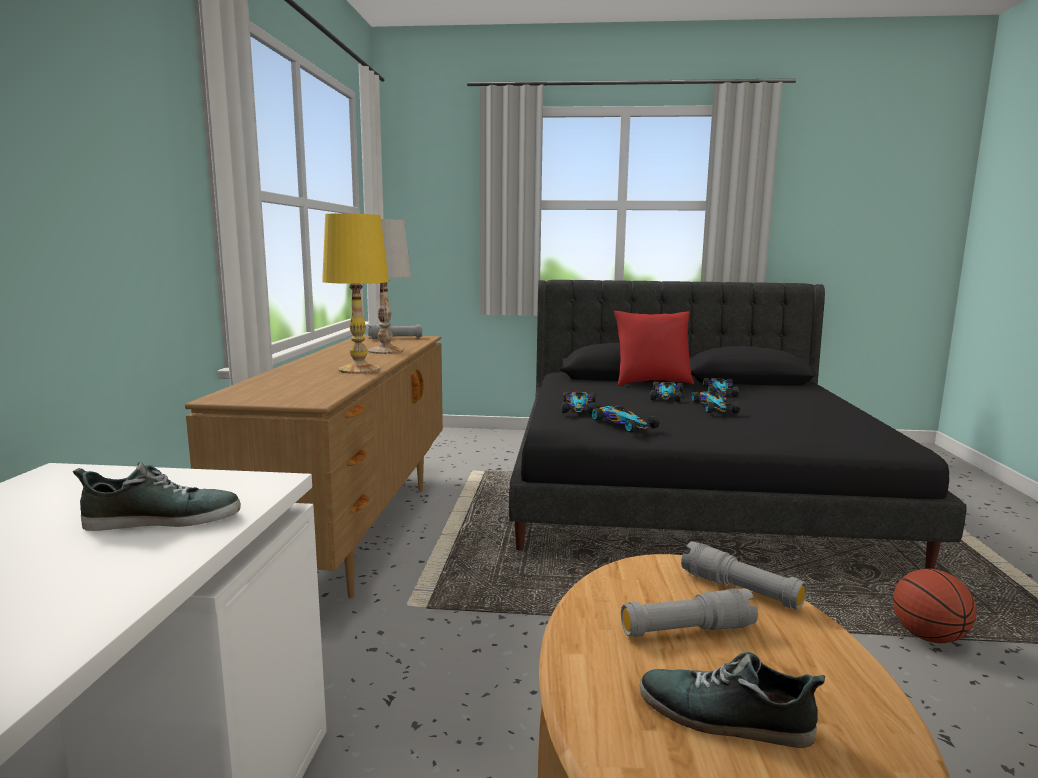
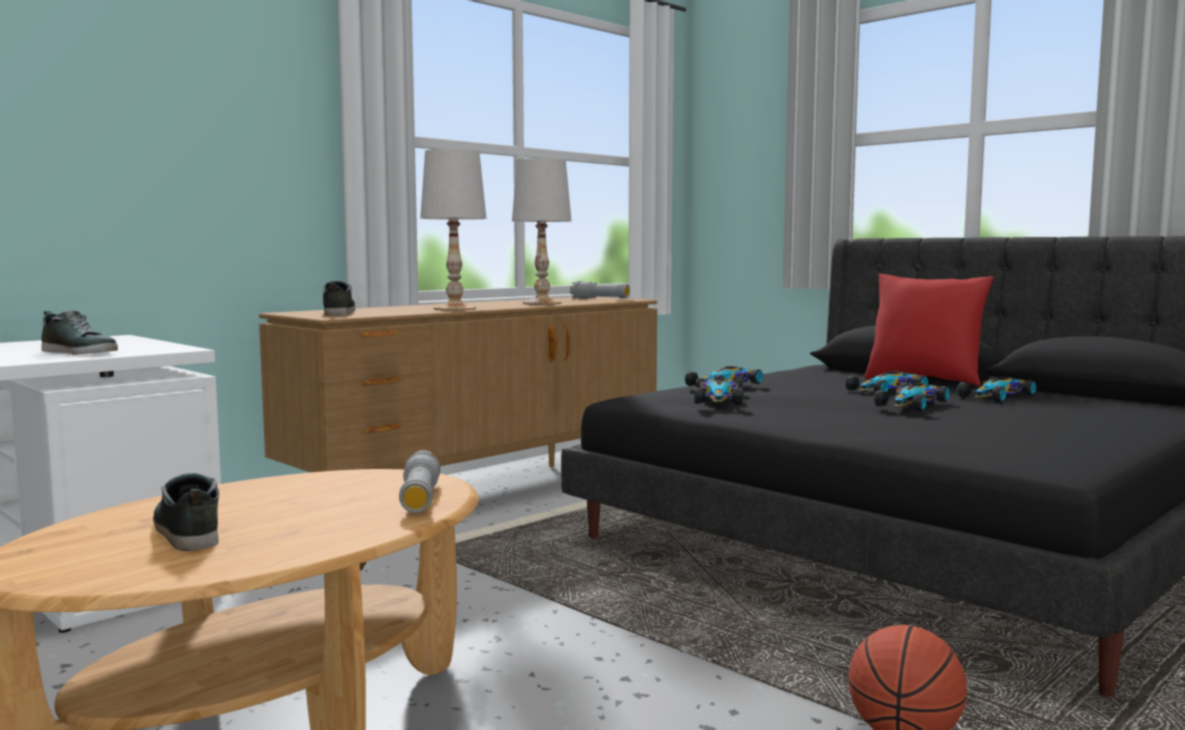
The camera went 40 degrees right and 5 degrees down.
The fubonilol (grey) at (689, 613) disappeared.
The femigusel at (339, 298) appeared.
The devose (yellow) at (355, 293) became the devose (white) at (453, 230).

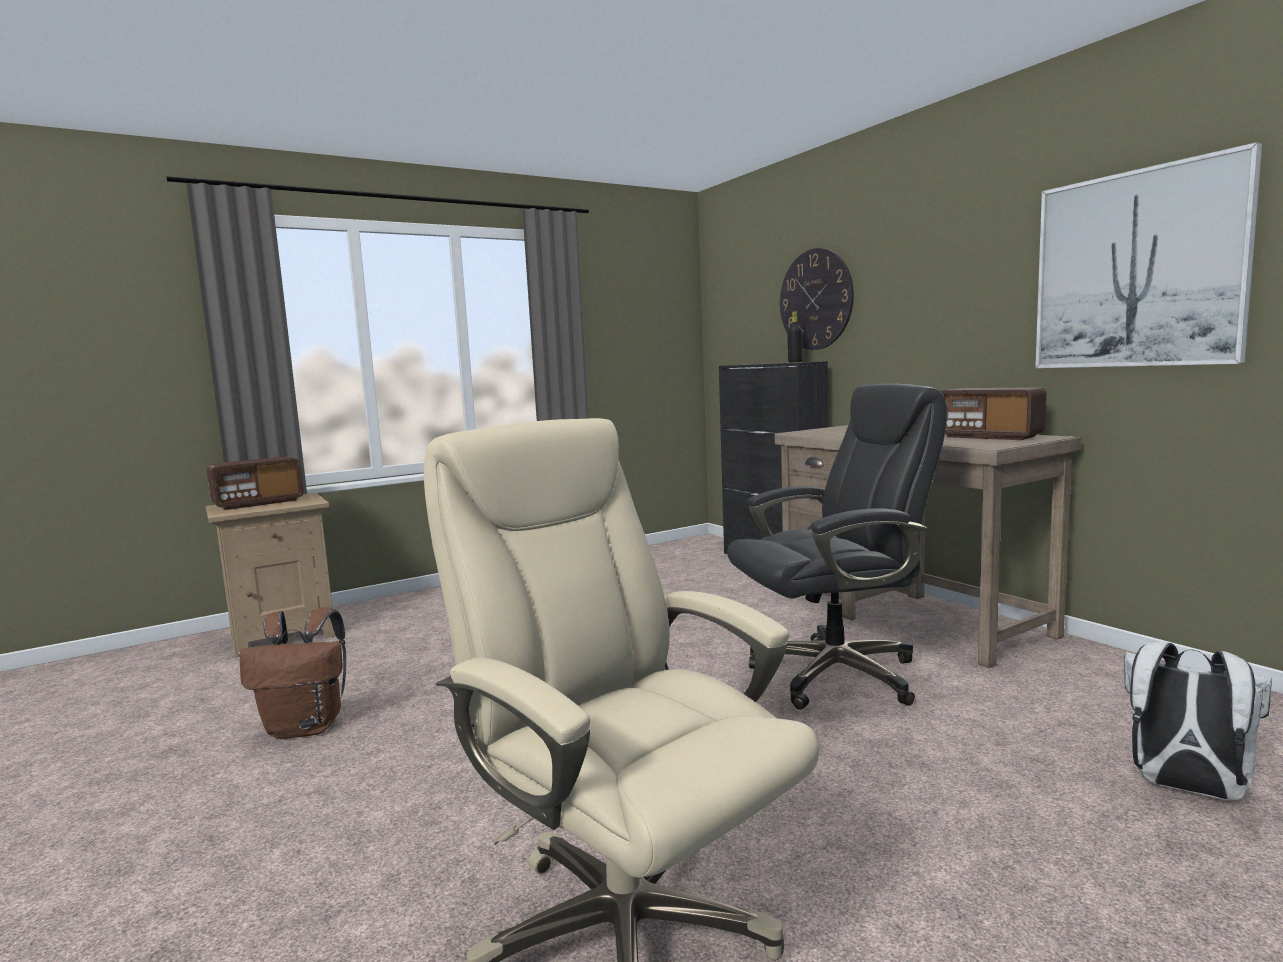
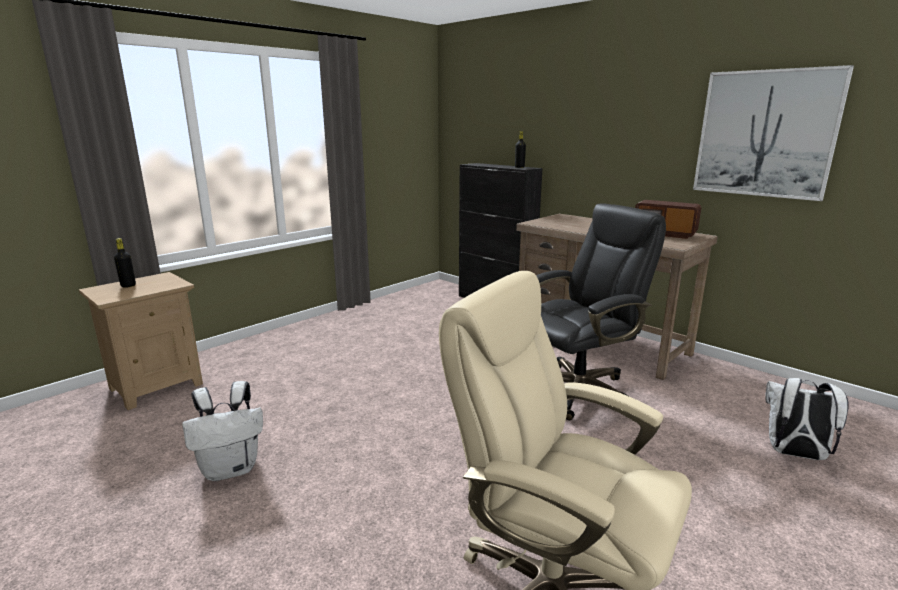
The camera went 15 degrees left and 10 degrees up.
The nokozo at (817, 299) disappeared.
The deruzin at (255, 483) was replaced by the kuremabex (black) at (125, 263).
The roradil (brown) at (292, 673) became the roradil (white) at (222, 431).

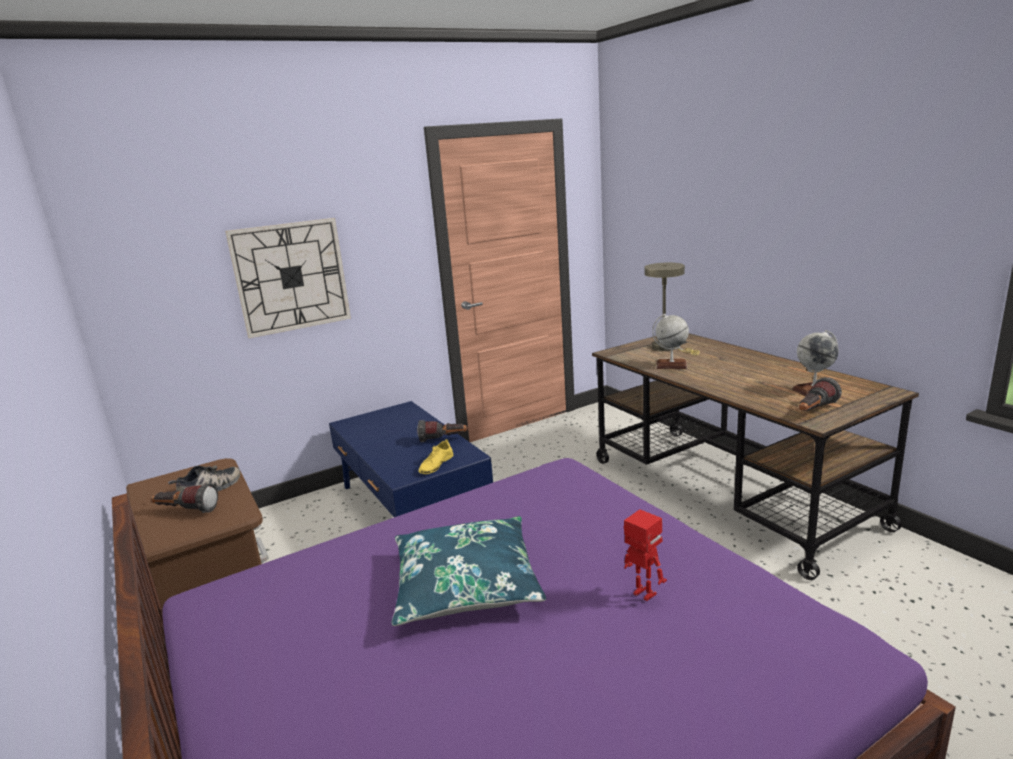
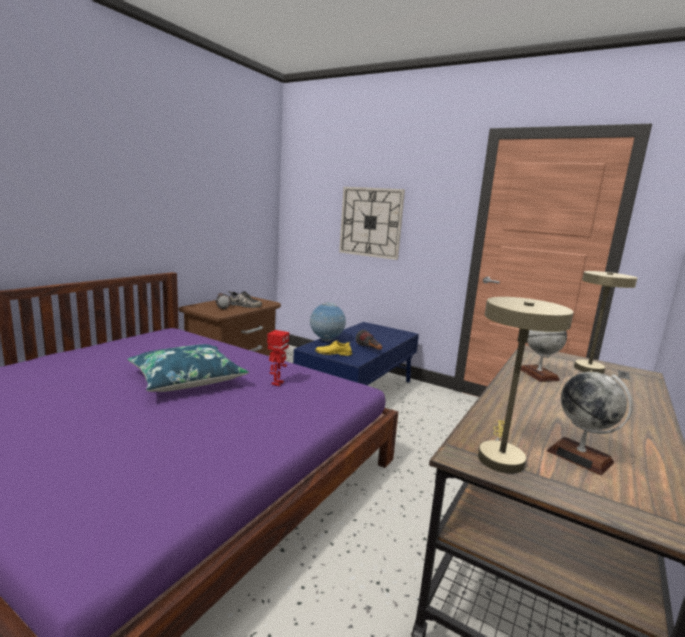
The camera went 60 degrees right and 5 degrees down.
The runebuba at (328, 321) appeared.
The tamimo moved from (645, 555) to (278, 358).
The fubonilol at (820, 394) was replaced by the devose (beige) at (526, 385).

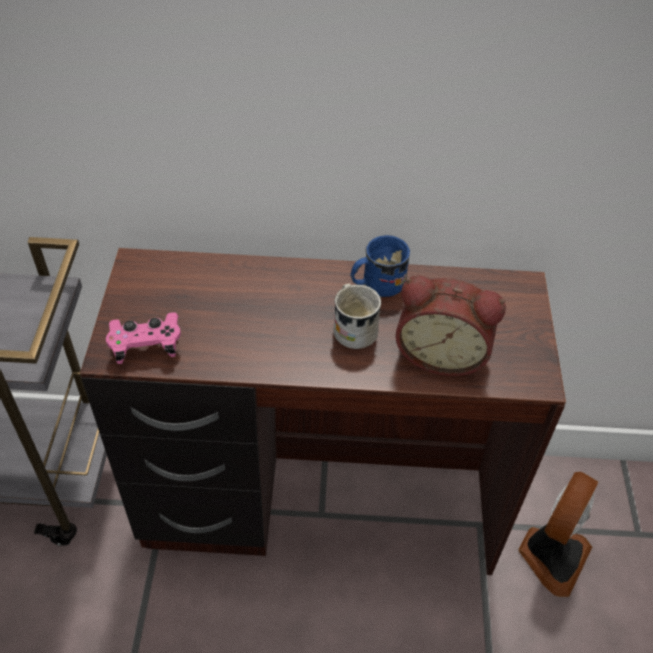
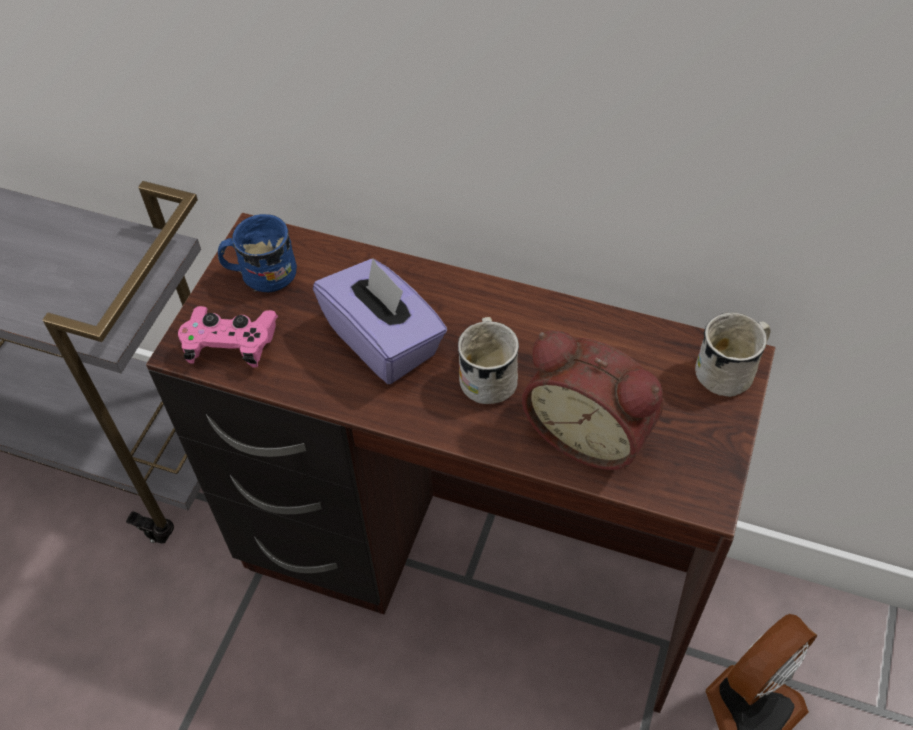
The camera went 20 degrees right and 5 degrees up.
The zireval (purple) at (380, 321) appeared.
The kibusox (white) at (733, 355) appeared.
The kibusox (blue) moved from (380, 266) to (257, 253).

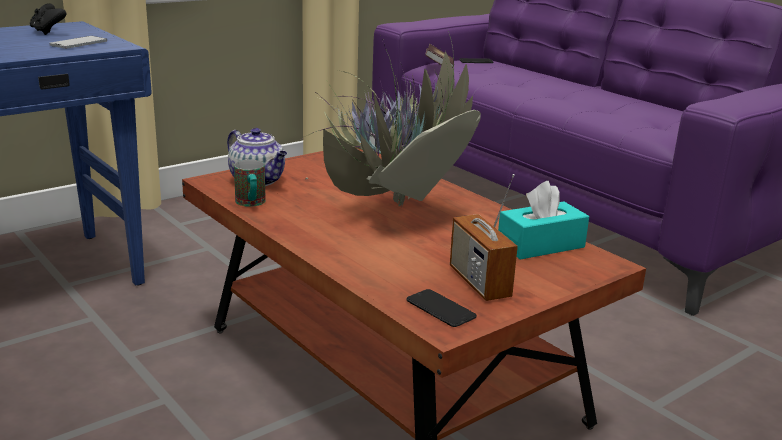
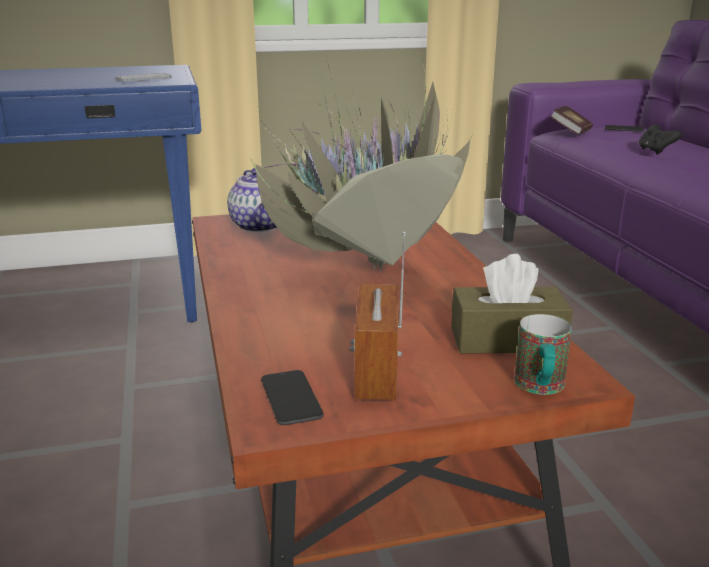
The camera went 25 degrees right and 0 degrees up.
The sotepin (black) moved from (48, 19) to (660, 139).
The kibusox moved from (250, 183) to (543, 354).
The zireval (turquoise) at (543, 220) became the zireval (brown) at (512, 304).

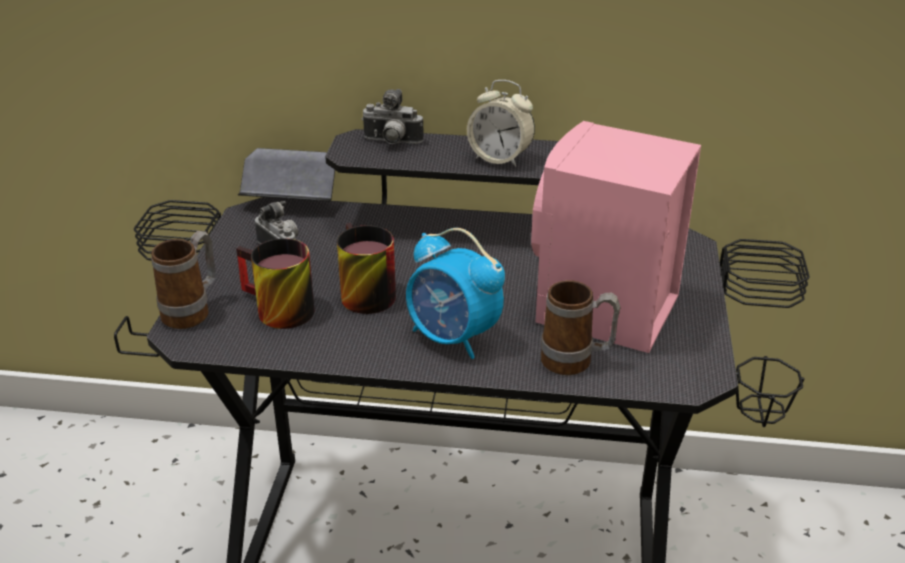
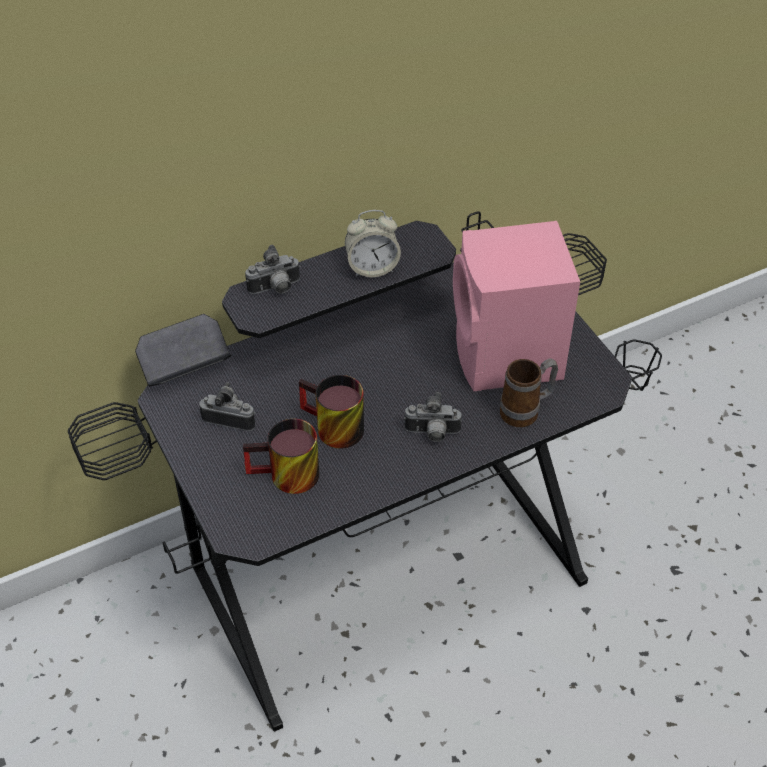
The camera went 35 degrees left and 15 degrees up.
The kibusox at (183, 280) disappeared.
The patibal at (455, 293) was replaced by the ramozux at (433, 417).

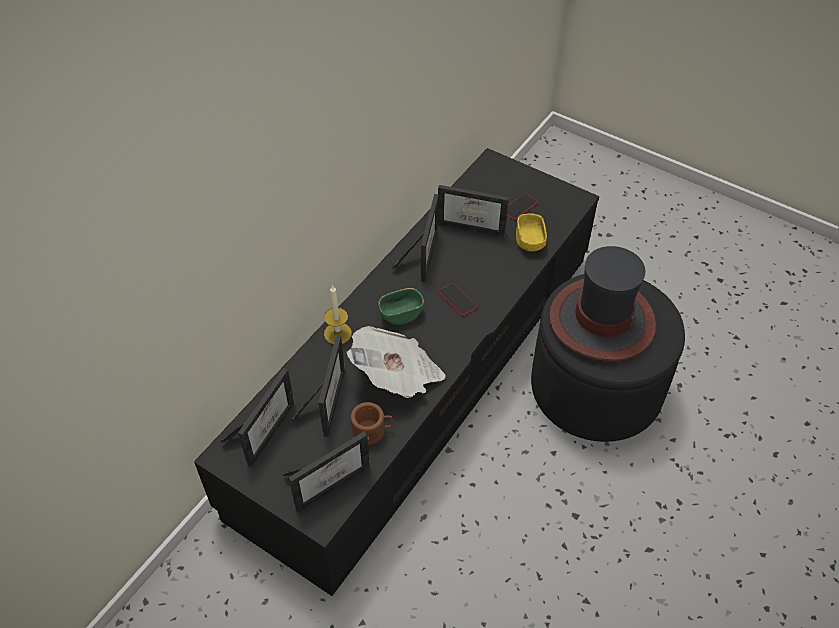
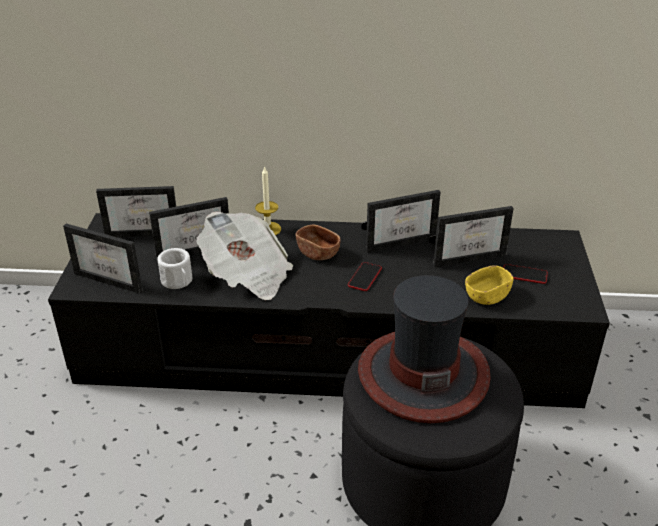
The camera went 60 degrees right and 15 degrees down.
The kibusox (brown) at (372, 423) became the kibusox (white) at (174, 268).
The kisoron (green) at (401, 306) became the kisoron (brown) at (318, 242).
The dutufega at (473, 211) turned 90 degrees counterclockwise.

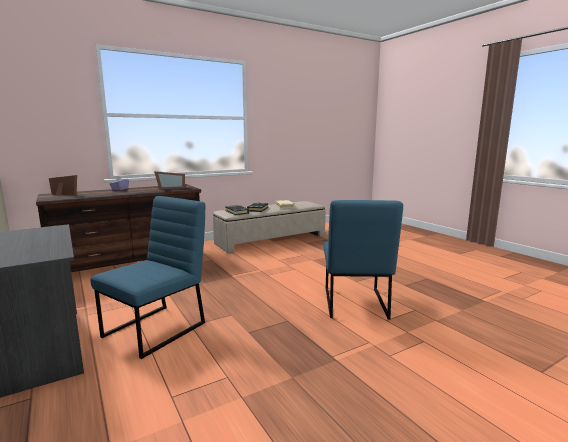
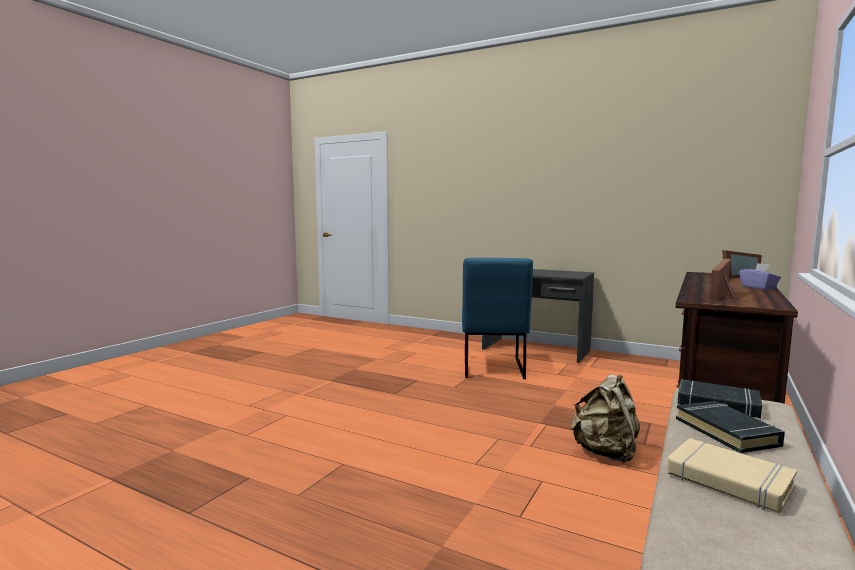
The camera went 150 degrees right and 5 degrees down.
The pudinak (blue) at (363, 260) disappeared.
The roradil (beige) at (605, 418) appeared.

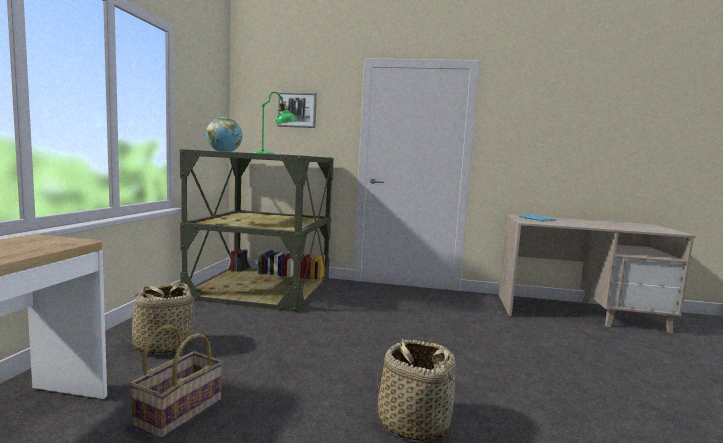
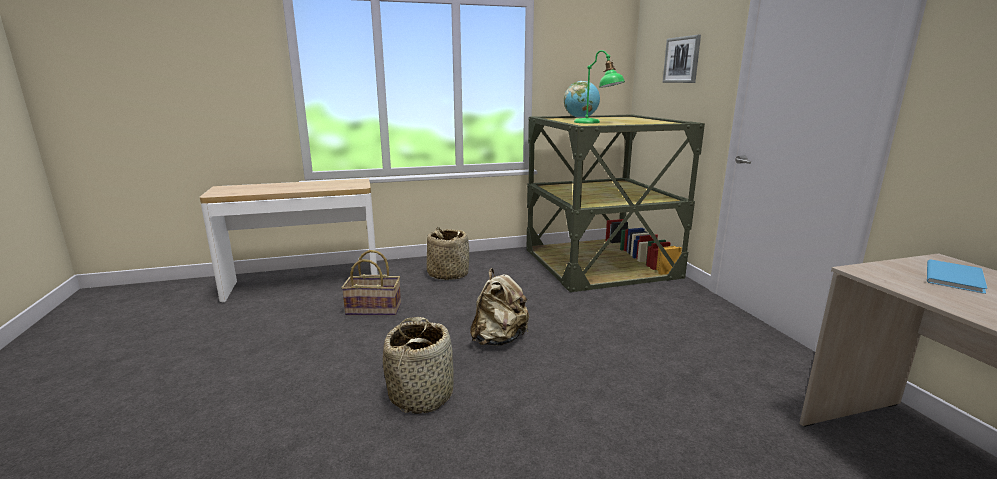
The camera went 65 degrees right and 10 degrees up.
The roradil (beige) at (499, 307) appeared.

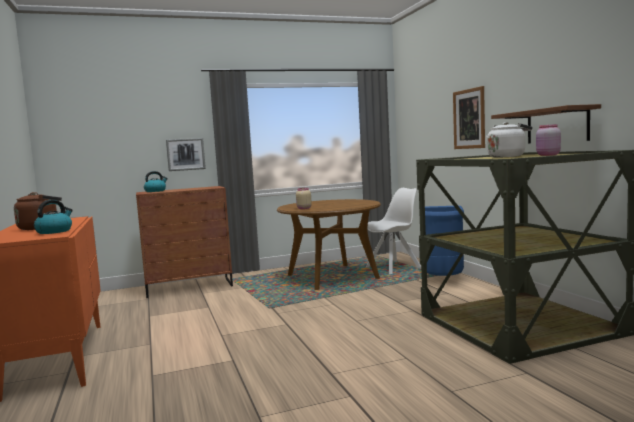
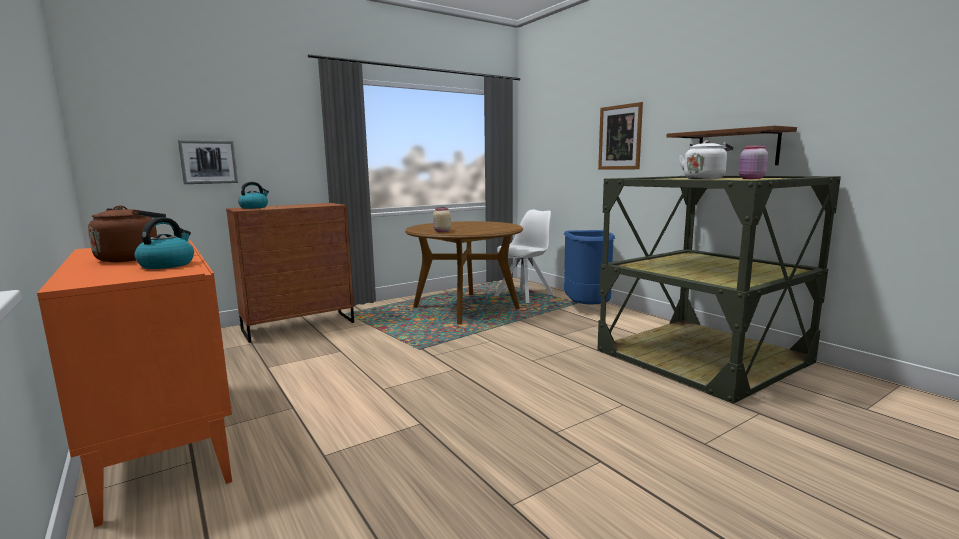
The camera went 15 degrees left and 5 degrees up.
The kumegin moved from (186, 154) to (208, 162).

